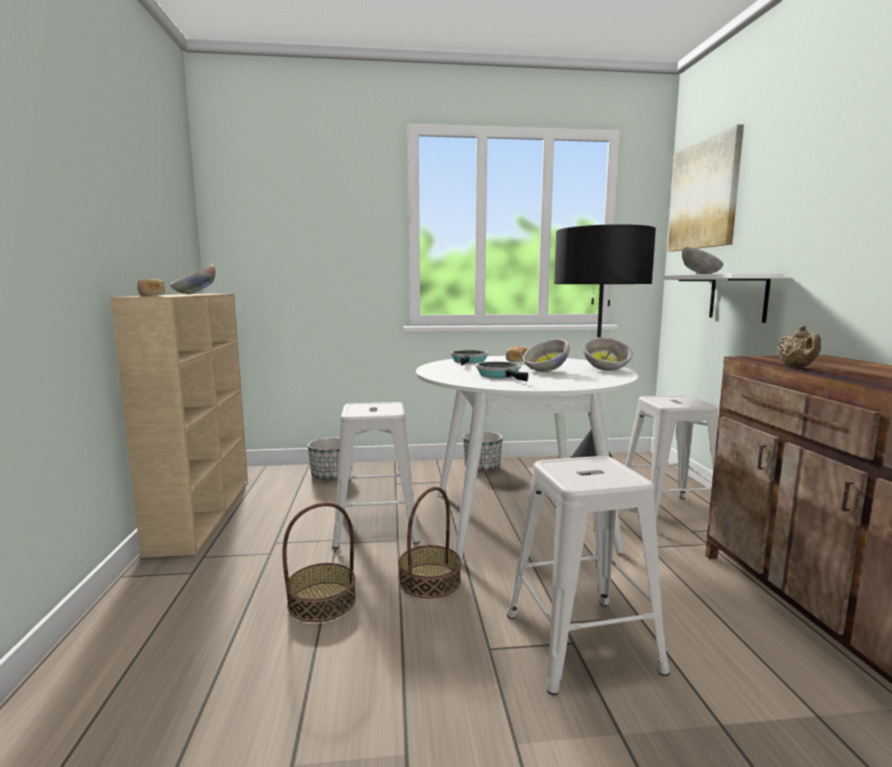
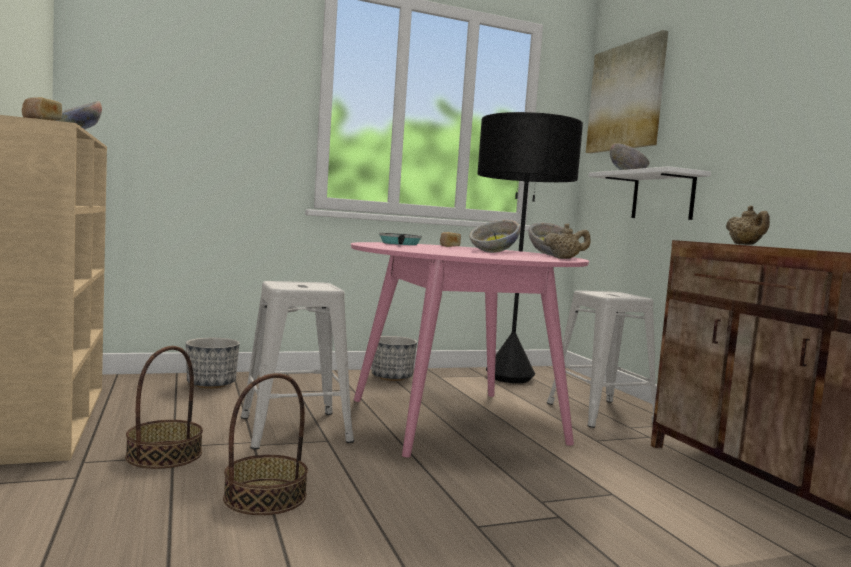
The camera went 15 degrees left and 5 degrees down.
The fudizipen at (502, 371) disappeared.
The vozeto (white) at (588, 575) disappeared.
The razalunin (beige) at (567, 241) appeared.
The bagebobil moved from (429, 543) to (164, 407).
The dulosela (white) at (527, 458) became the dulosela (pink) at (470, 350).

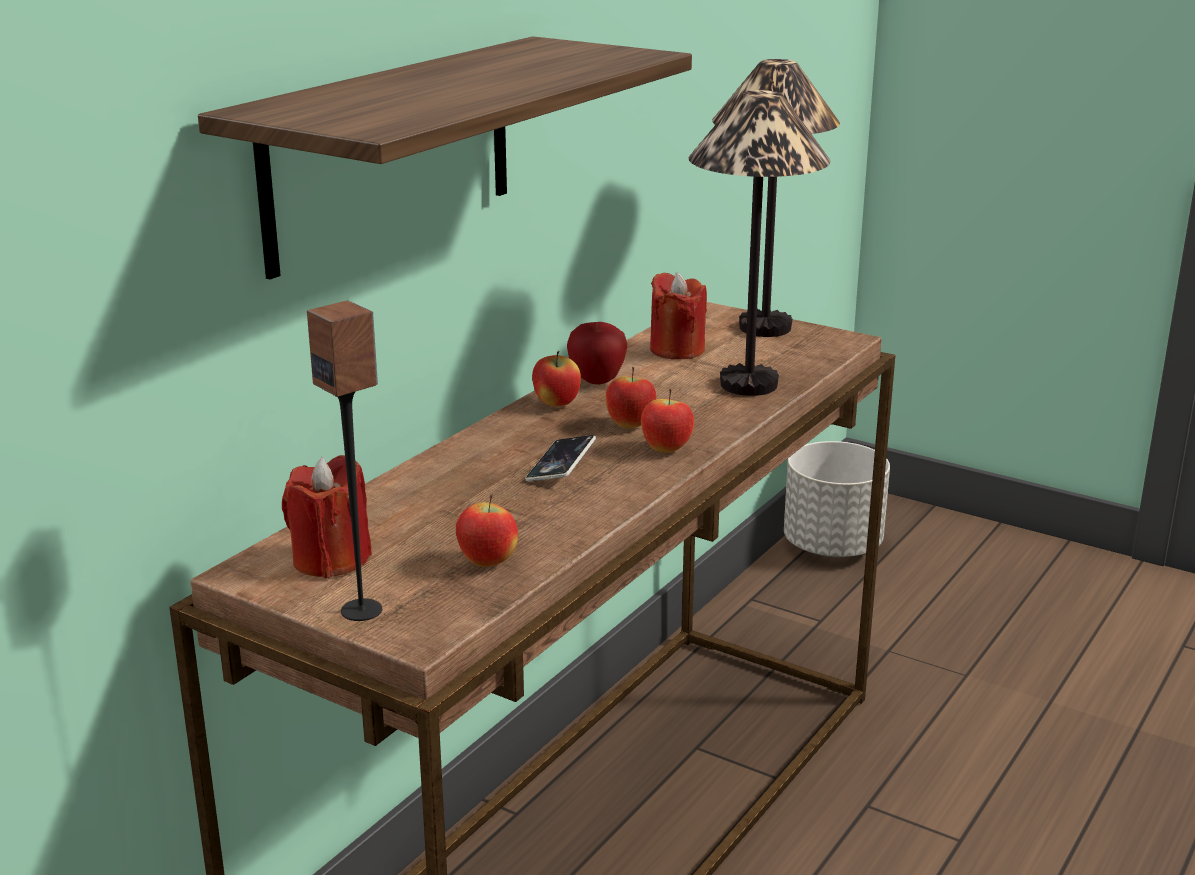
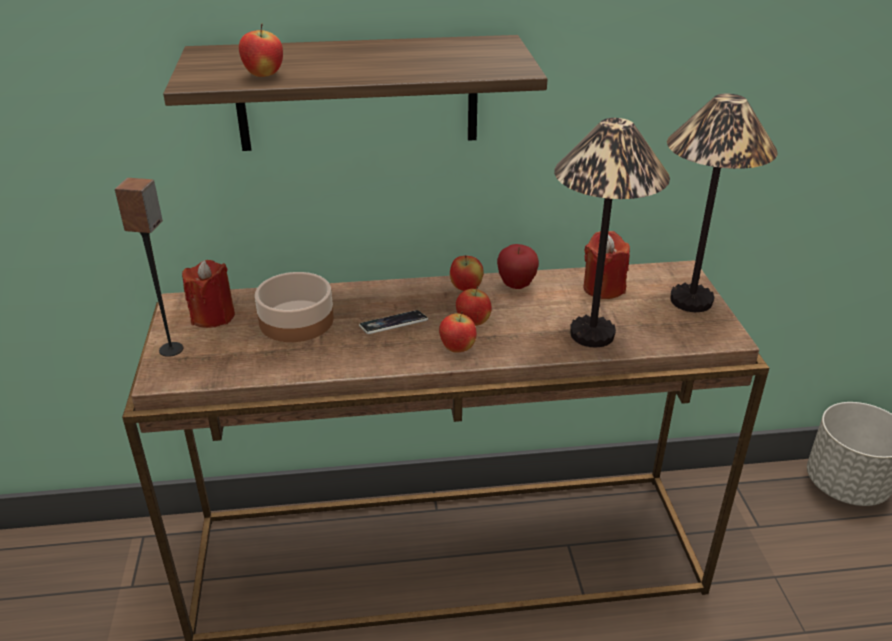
The camera went 50 degrees right and 10 degrees up.
The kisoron at (294, 307) appeared.
The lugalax moved from (487, 530) to (261, 50).

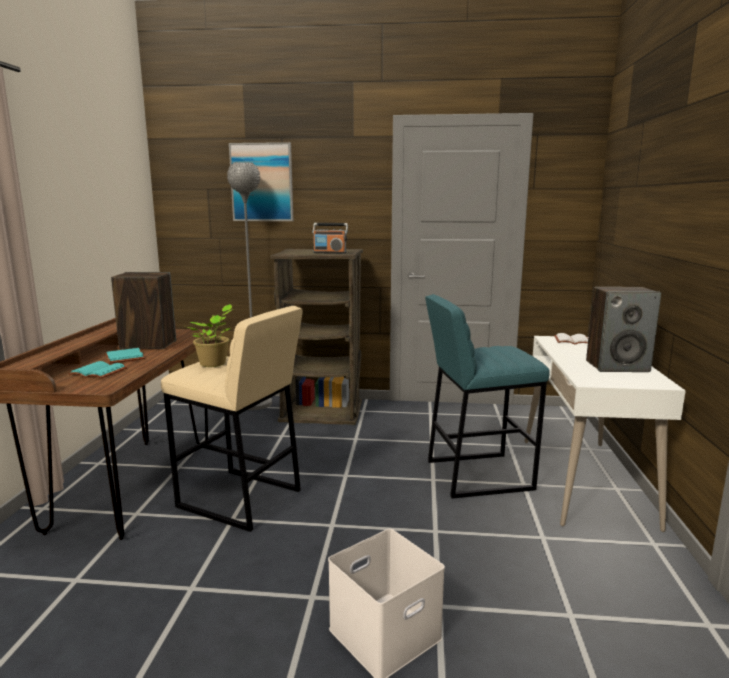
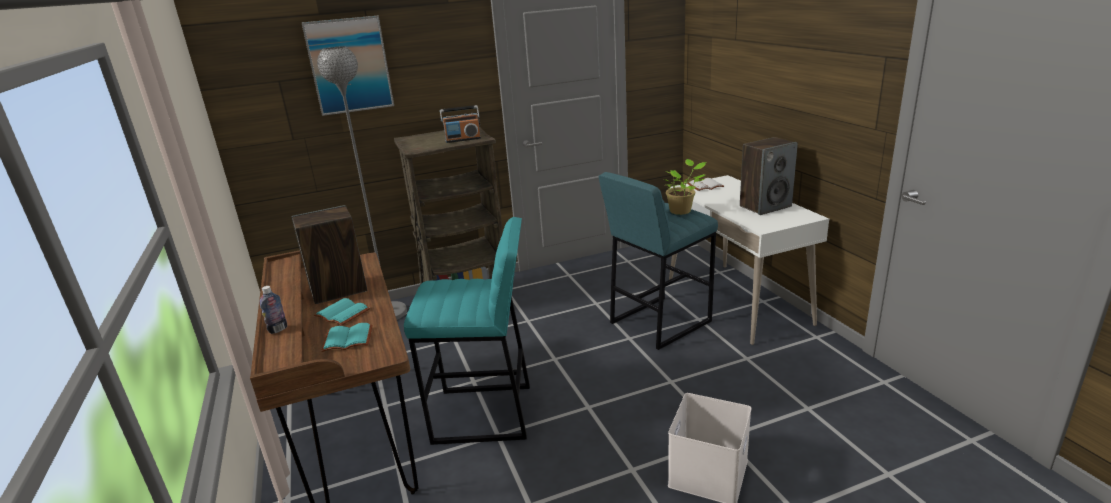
The camera went 25 degrees left and 10 degrees up.
The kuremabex at (273, 310) appeared.
The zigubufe moved from (210, 335) to (685, 187).
The vozeto (beige) at (232, 419) became the vozeto (turquoise) at (467, 331).

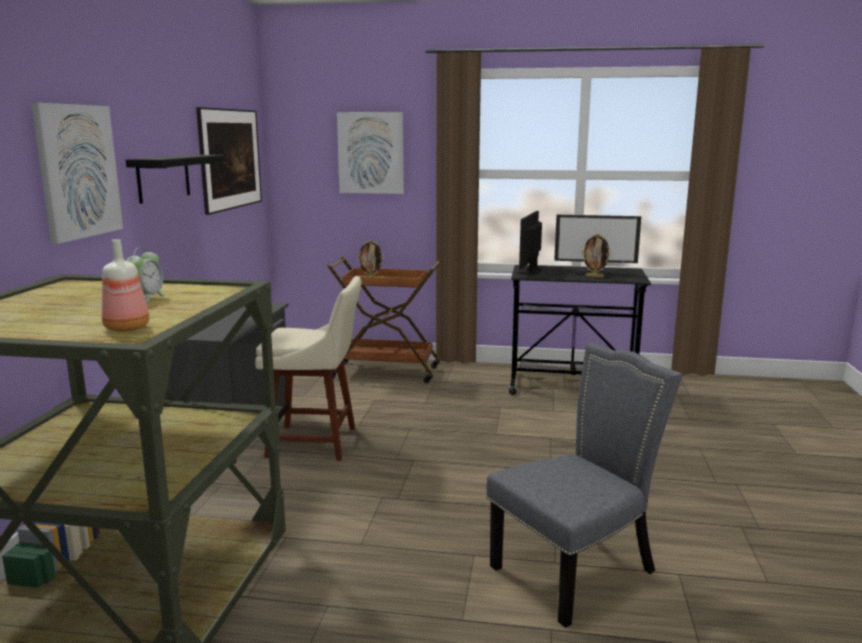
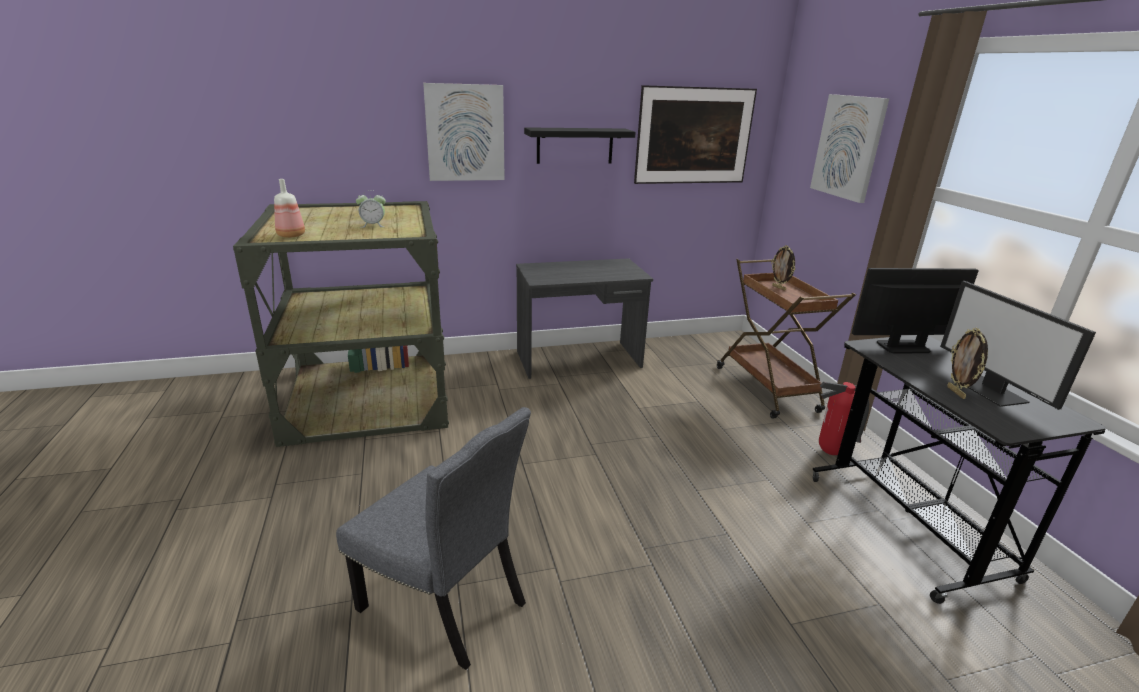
The camera went 65 degrees right and 10 degrees up.
The vozeto (beige) at (308, 368) disappeared.
The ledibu at (844, 418) appeared.

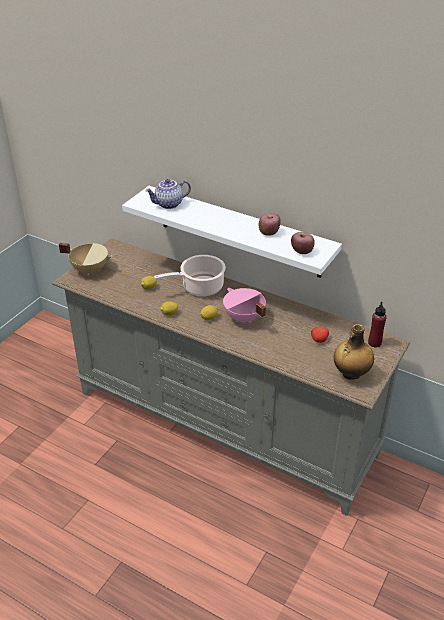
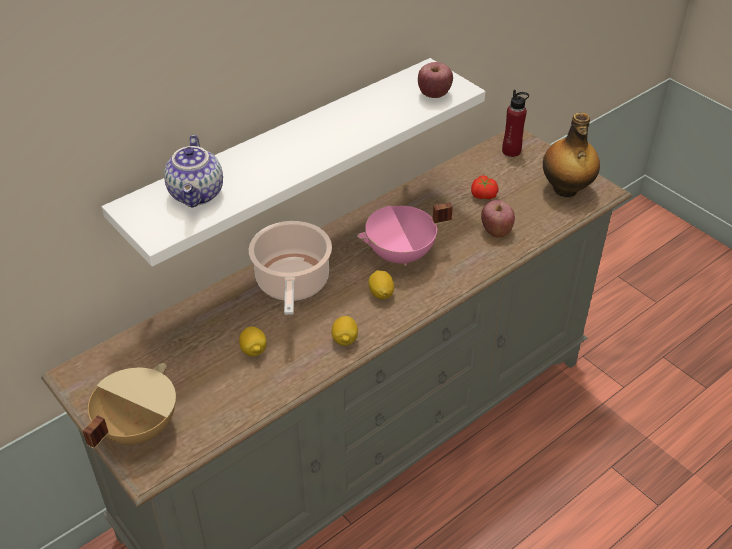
The camera went 70 degrees left and 5 degrees up.
The lugalax moved from (270, 224) to (498, 218).

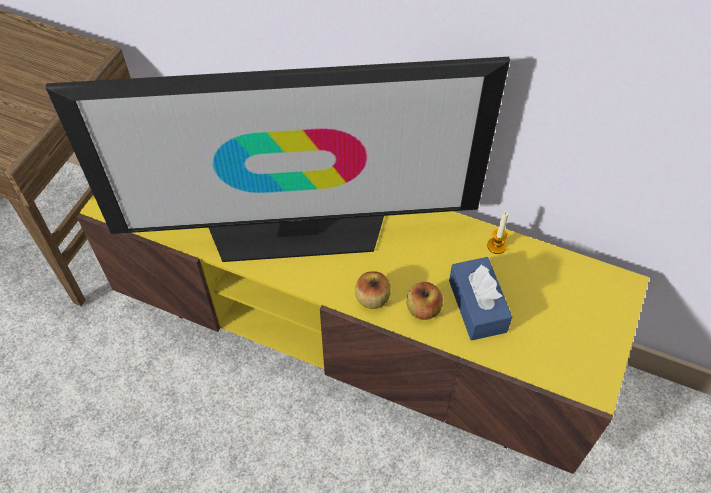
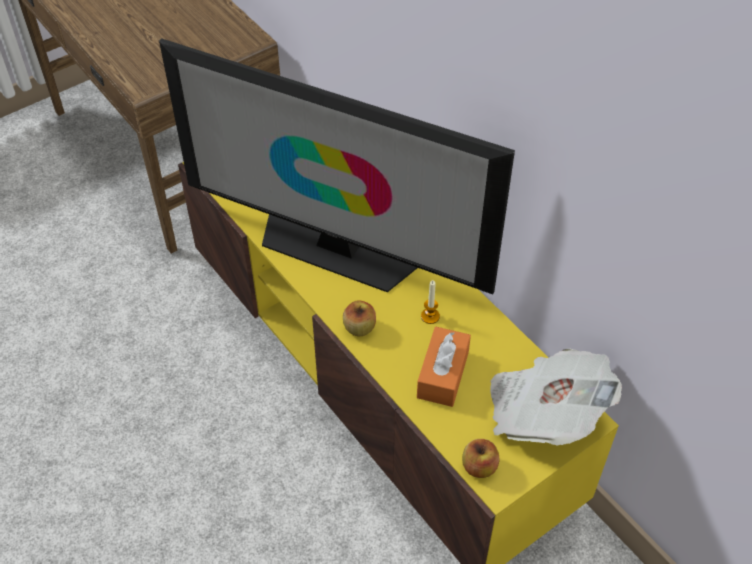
The camera went 30 degrees right and 5 degrees down.
The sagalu at (556, 397) appeared.
The lugalax moved from (425, 301) to (481, 458).
The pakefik moved from (497, 232) to (430, 302).
The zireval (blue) at (480, 299) became the zireval (orange) at (444, 367).

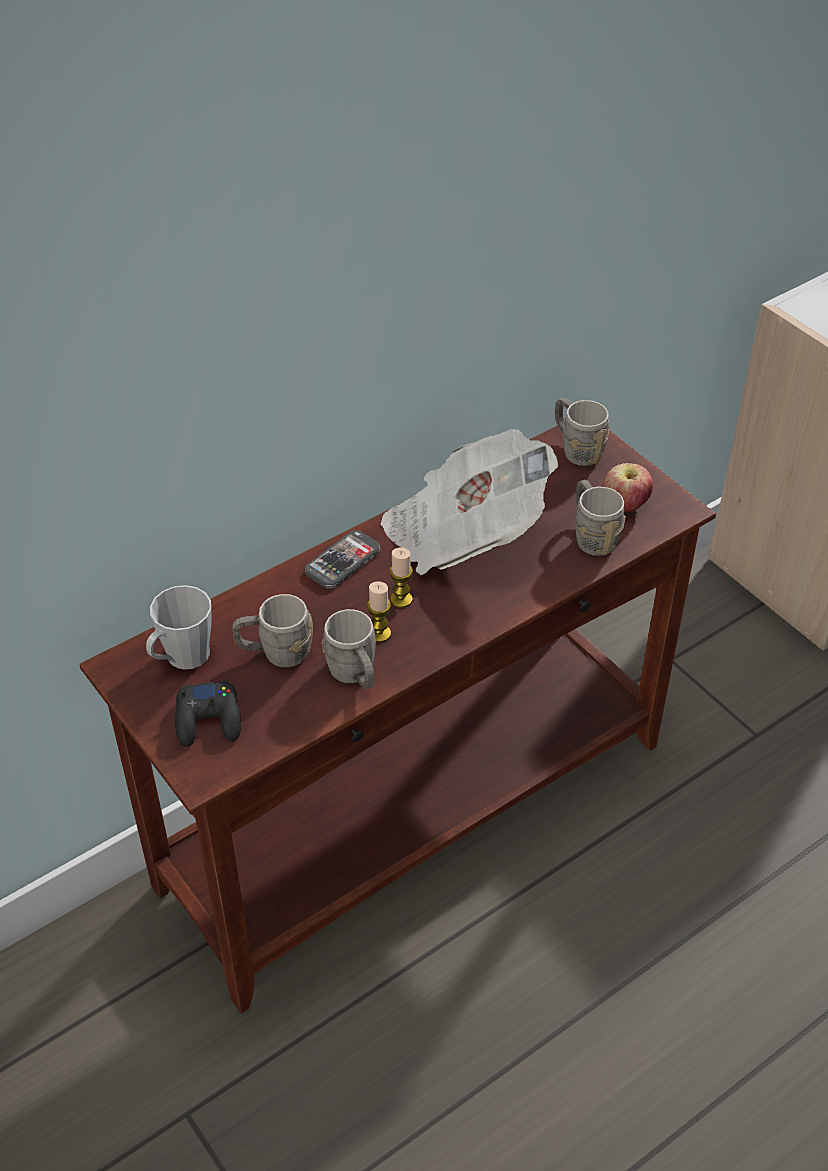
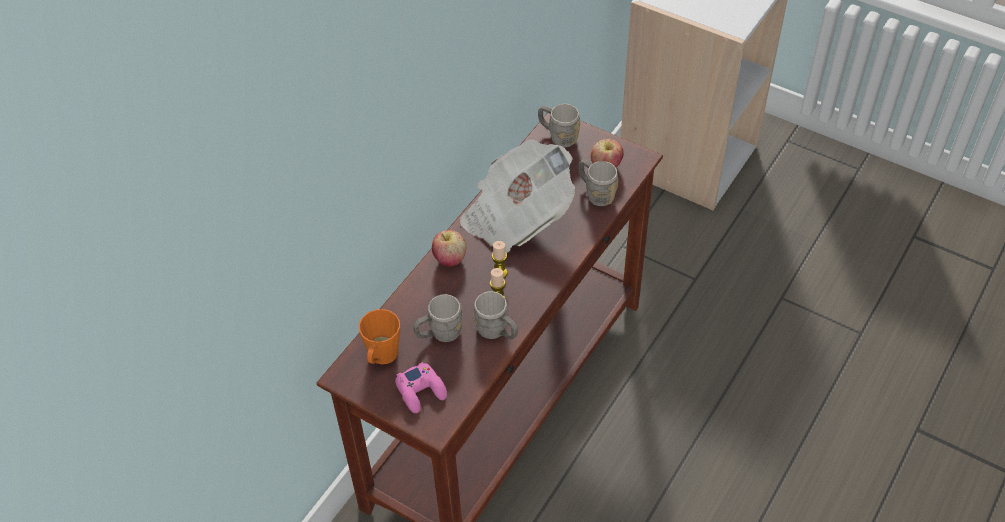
The camera went 20 degrees left and 5 degrees up.
The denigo at (343, 559) was replaced by the lugalax at (449, 248).
The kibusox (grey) at (179, 627) became the kibusox (orange) at (379, 336).
The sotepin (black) at (208, 713) became the sotepin (pink) at (421, 387).

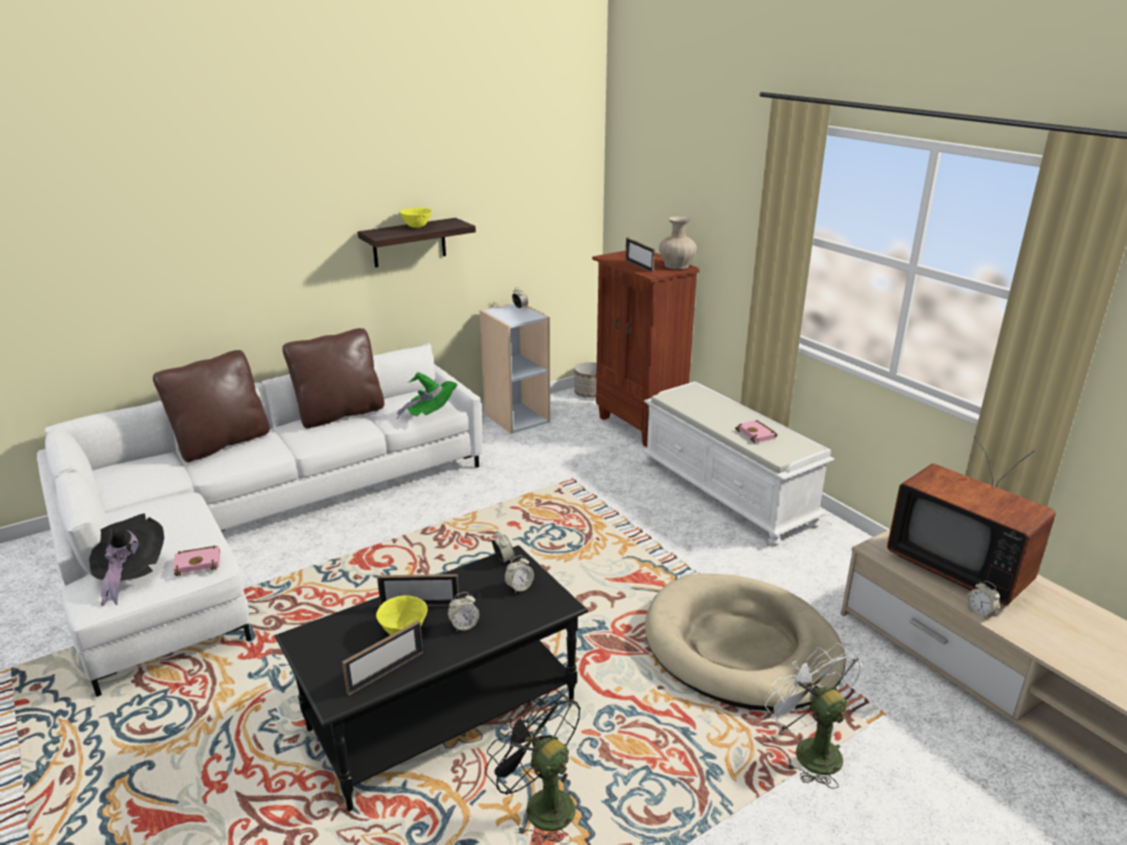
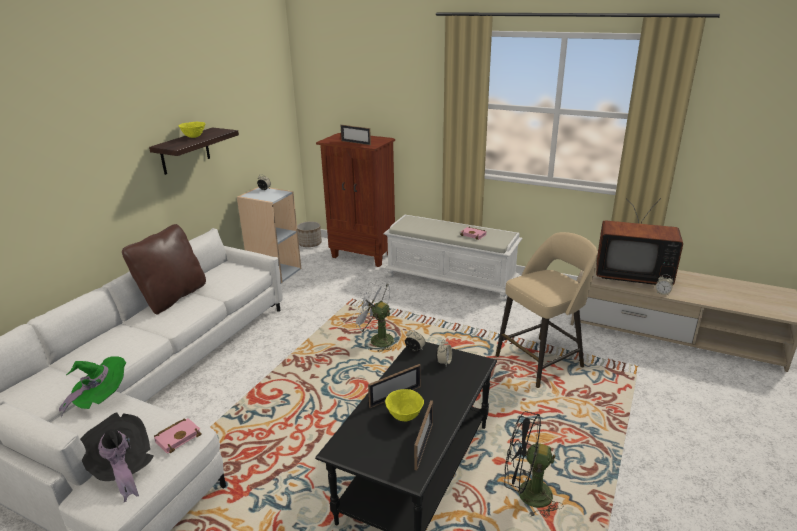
The camera went 30 degrees left and 0 degrees up.
The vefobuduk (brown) at (211, 406) disappeared.
The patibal at (463, 612) disappeared.
The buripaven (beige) at (677, 242) disappeared.
The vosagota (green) moved from (427, 395) to (92, 386).
The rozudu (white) moved from (813, 716) to (374, 316).
The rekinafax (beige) at (745, 642) was replaced by the vozeto (beige) at (547, 310).

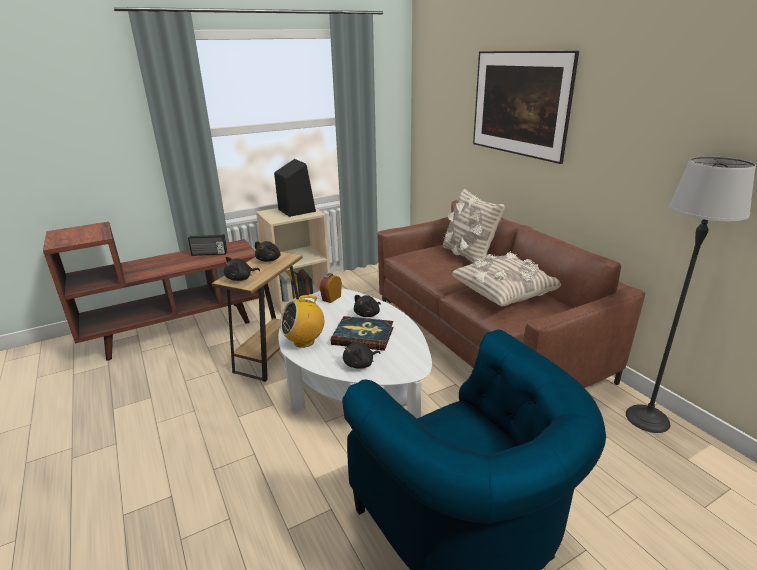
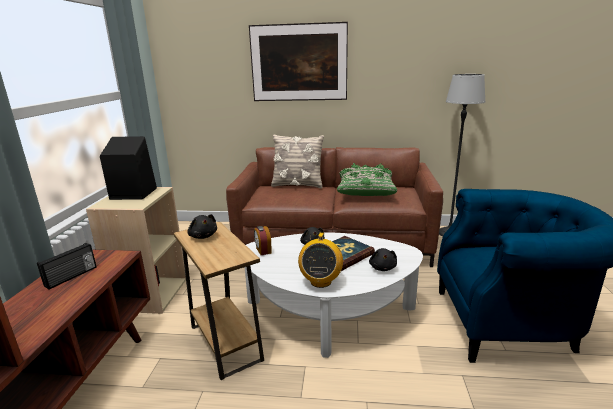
The camera went 55 degrees left and 5 degrees down.
The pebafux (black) at (242, 269) disappeared.
The vefobuduk (beige) at (506, 278) became the vefobuduk (green) at (367, 179).

